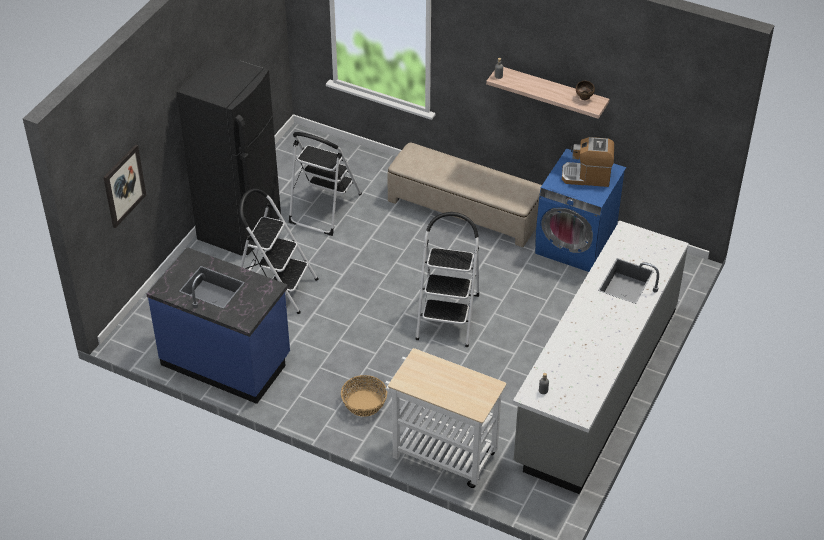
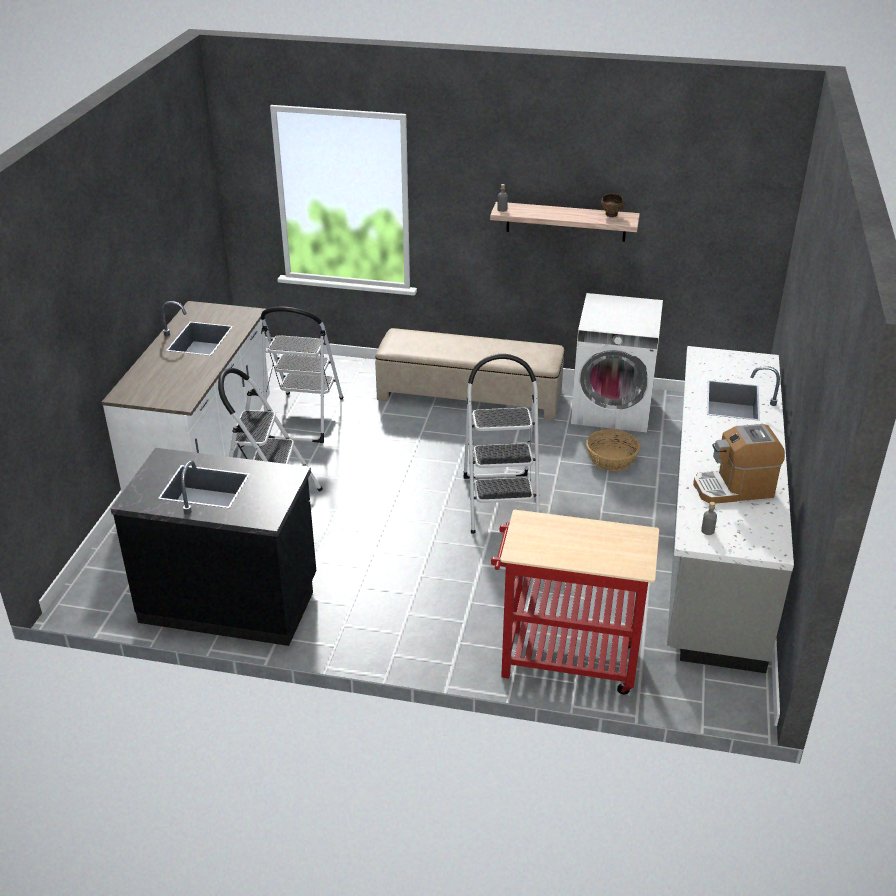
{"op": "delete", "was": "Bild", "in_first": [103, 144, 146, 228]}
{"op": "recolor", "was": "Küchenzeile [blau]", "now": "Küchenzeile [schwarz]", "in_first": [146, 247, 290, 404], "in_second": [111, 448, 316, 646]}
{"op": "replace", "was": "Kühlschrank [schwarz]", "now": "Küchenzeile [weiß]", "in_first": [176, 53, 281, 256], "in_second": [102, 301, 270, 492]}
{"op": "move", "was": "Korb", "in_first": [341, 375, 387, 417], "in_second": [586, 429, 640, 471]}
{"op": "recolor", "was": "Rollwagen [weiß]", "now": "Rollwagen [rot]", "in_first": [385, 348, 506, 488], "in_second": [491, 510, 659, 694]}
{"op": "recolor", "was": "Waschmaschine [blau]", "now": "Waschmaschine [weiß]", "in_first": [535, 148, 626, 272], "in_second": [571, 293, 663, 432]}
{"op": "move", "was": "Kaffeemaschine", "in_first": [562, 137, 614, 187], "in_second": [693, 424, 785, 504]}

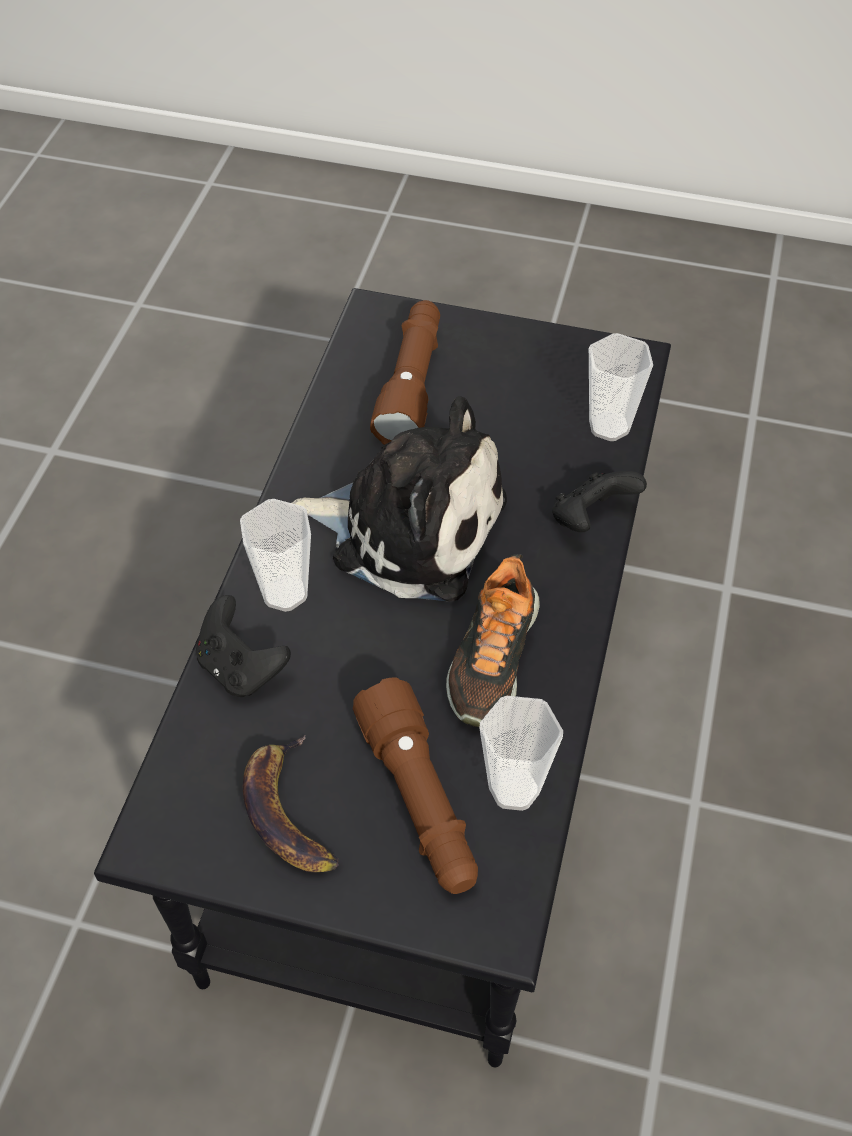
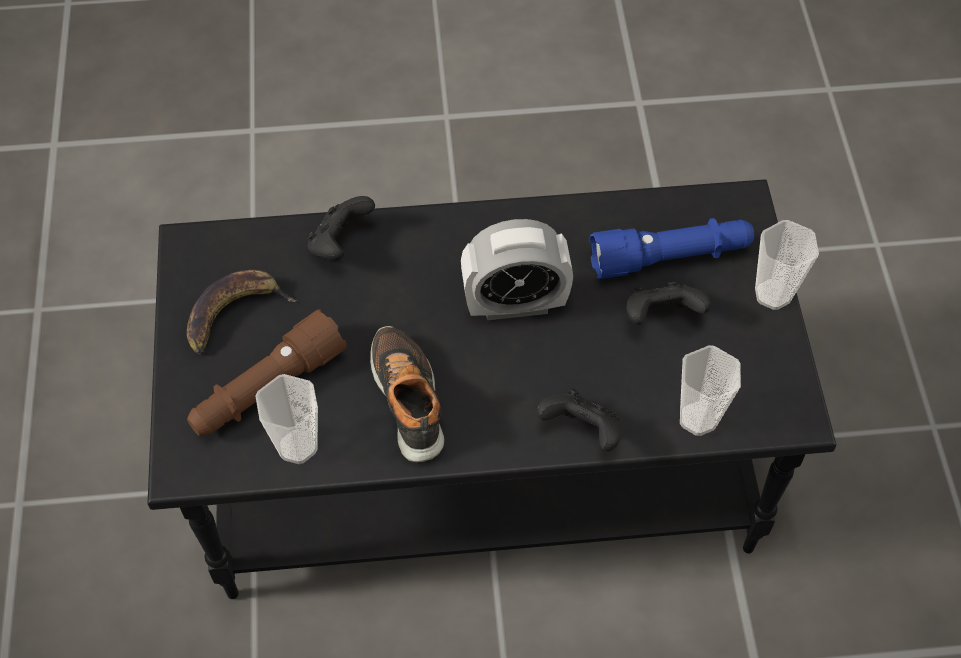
{"op": "move", "was": "Tasse", "in_first": [240, 499, 311, 612], "in_second": [755, 220, 819, 310]}
{"op": "replace", "was": "Plüschtier", "now": "Wecker", "in_first": [292, 396, 507, 602], "in_second": [461, 219, 573, 320]}
{"op": "recolor", "was": "Taschenlampe [braun]", "now": "Taschenlampe [blau]", "in_first": [370, 300, 440, 445], "in_second": [589, 218, 754, 279]}
{"op": "rotate", "was": "Schuh", "in_first": [446, 554, 540, 727], "in_second": [370, 326, 444, 462], "clockwise": 75}
{"op": "insert", "now": "Gamepad [schwarz]", "in_second": [627, 282, 711, 325]}

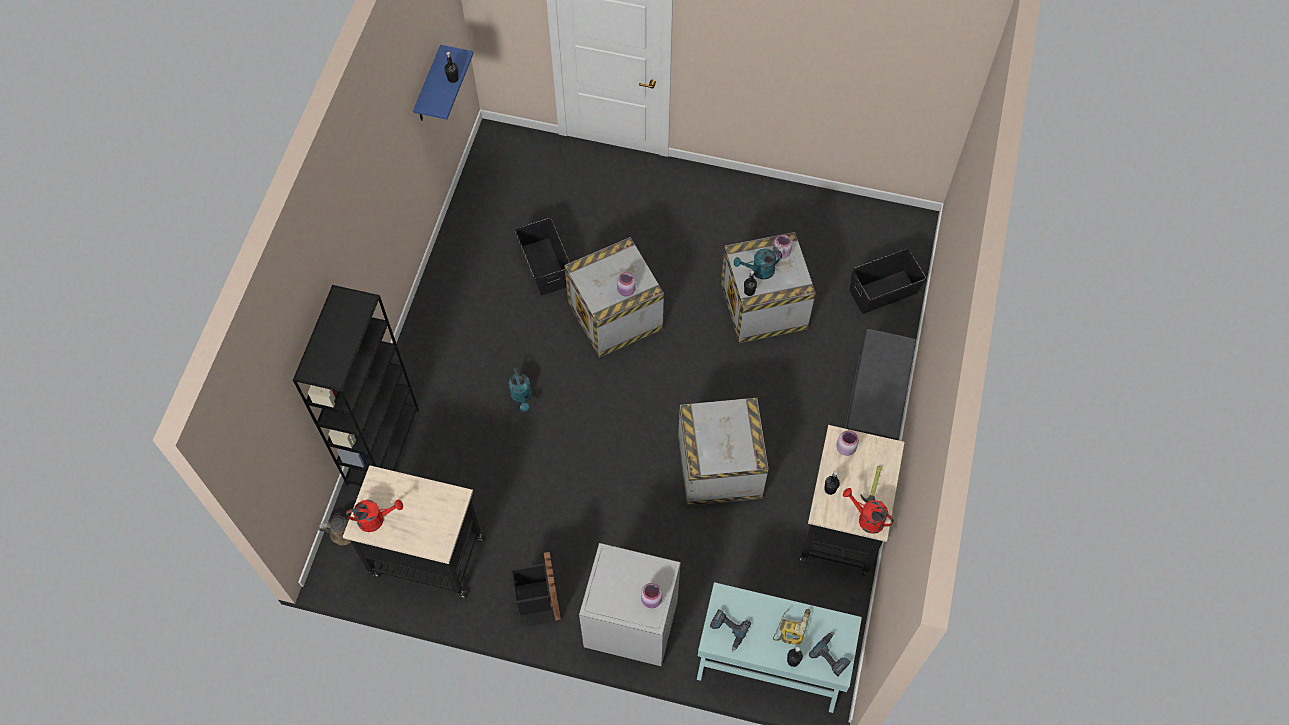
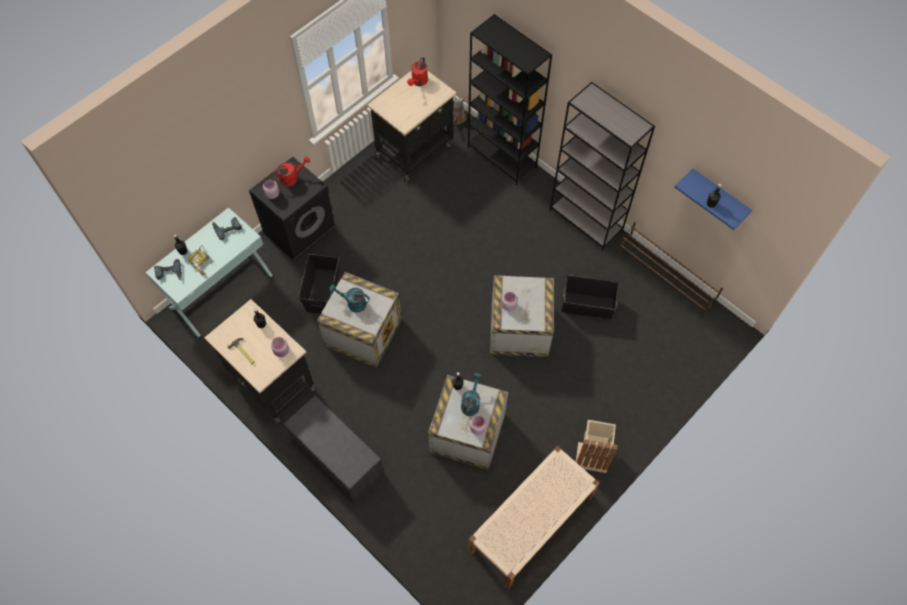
{"op": "move", "was": "Gießkanne [türkis]", "in_first": [508, 368, 532, 412], "in_second": [329, 285, 370, 312]}
{"op": "delete", "was": "Mülleimer [schwarz]", "in_first": [510, 552, 561, 626]}
{"op": "recolor", "was": "Waschmaschine [weiß]", "now": "Waschmaschine [schwarz]", "in_first": [579, 543, 681, 666], "in_second": [249, 157, 335, 261]}
{"op": "move", "was": "Gießkanne [rot]", "in_first": [843, 488, 894, 534], "in_second": [273, 156, 310, 187]}
{"op": "move", "was": "Aufbewahrungsbox [schwarz]", "in_first": [850, 248, 926, 314], "in_second": [299, 254, 339, 313]}
{"op": "insert", "now": "Bank [beige]", "in_second": [468, 446, 599, 589]}
{"op": "insert", "now": "Bücherregal [grau]", "in_second": [550, 82, 655, 252]}
{"op": "insert", "now": "Mülleimer [beige]", "in_second": [576, 420, 618, 473]}
{"op": "insert", "now": "Schuhregal [braun]", "in_second": [616, 222, 723, 317]}

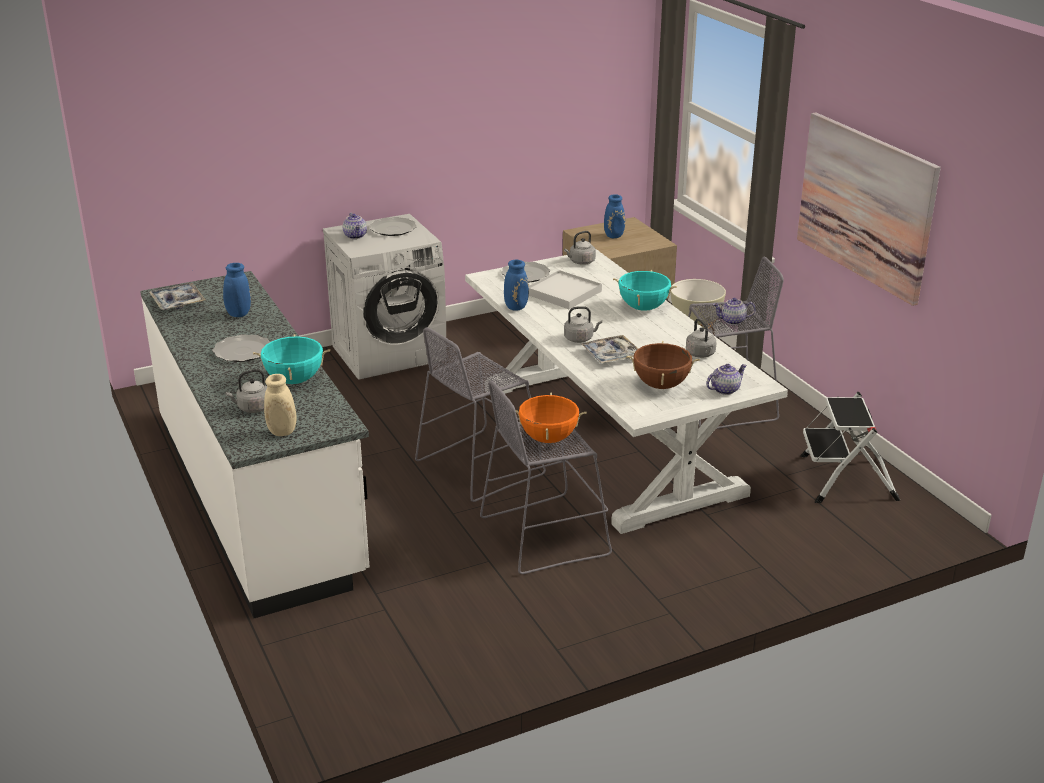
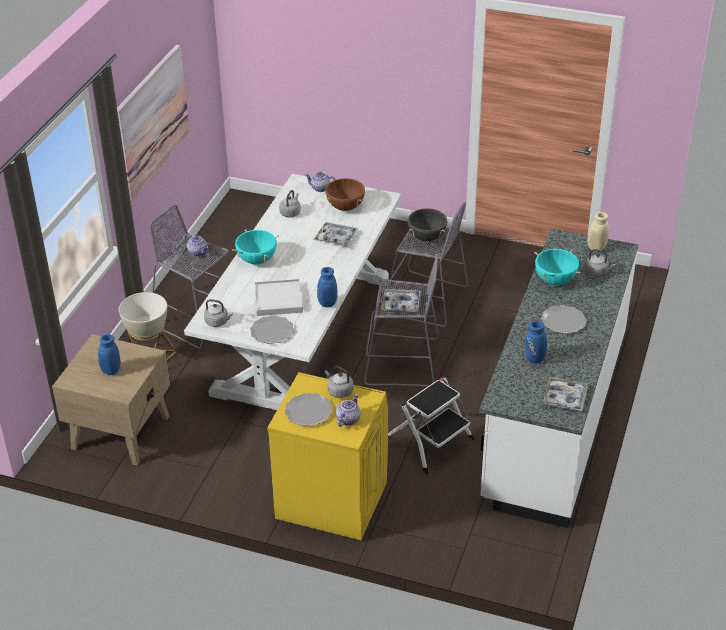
{"op": "recolor", "was": "Waschmaschine [weiß]", "now": "Waschmaschine [gelb]", "in_first": [323, 214, 446, 379], "in_second": [267, 372, 388, 540]}
{"op": "recolor", "was": "Kochtopf [orange]", "now": "Kochtopf [schwarz]", "in_first": [515, 393, 587, 443], "in_second": [407, 208, 447, 241]}
{"op": "move", "was": "Wasserkessel [grau]", "in_first": [564, 306, 602, 343], "in_second": [325, 366, 353, 398]}
{"op": "move", "was": "Trittleiter", "in_first": [800, 392, 900, 503], "in_second": [388, 376, 475, 475]}
{"op": "insert", "now": "Tablett", "in_second": [381, 289, 421, 312]}

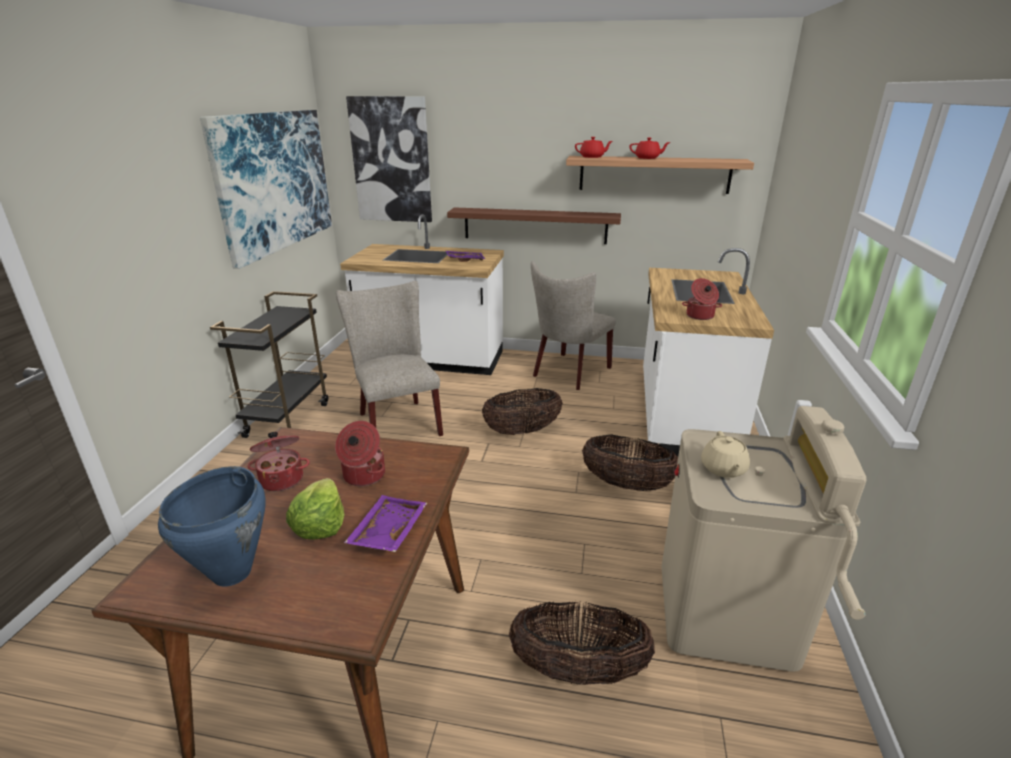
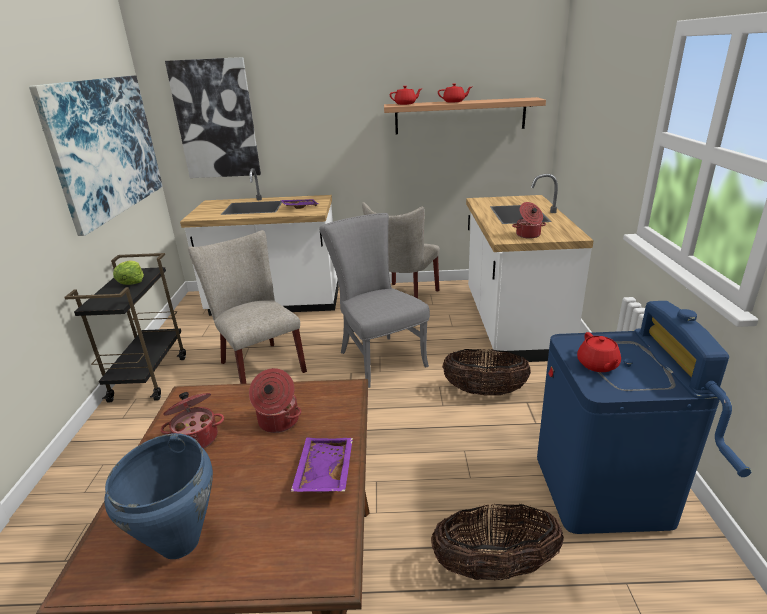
{"op": "move", "was": "Salatkopf", "in_first": [286, 478, 344, 540], "in_second": [113, 260, 144, 285]}
{"op": "delete", "was": "Wandregal [braun]", "in_first": [447, 207, 621, 244]}
{"op": "replace", "was": "Korb", "now": "Stuhl [grau]", "in_first": [482, 388, 563, 435], "in_second": [319, 213, 430, 388]}
{"op": "recolor", "was": "Waschmaschine [beige]", "now": "Waschmaschine [blau]", "in_first": [662, 406, 866, 672], "in_second": [537, 301, 751, 534]}
{"op": "recolor", "was": "Teekanne [beige]", "now": "Teekanne [rot]", "in_first": [701, 431, 750, 478], "in_second": [577, 332, 621, 372]}

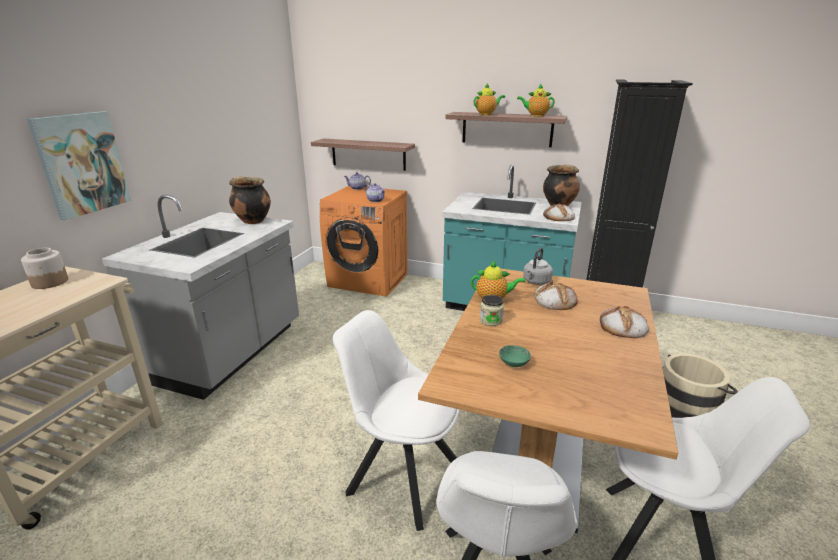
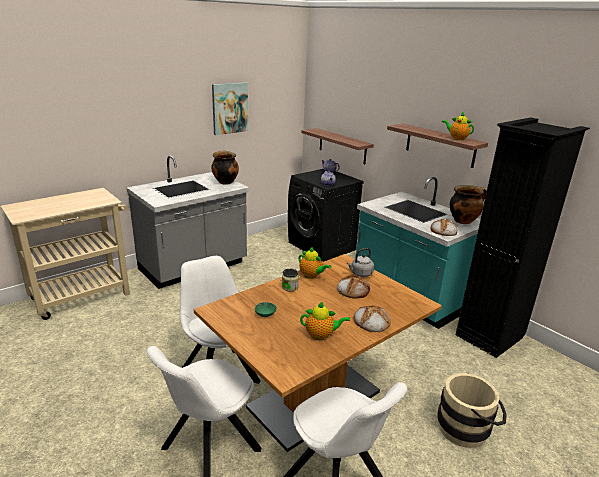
{"op": "delete", "was": "Vorratsglas", "in_first": [21, 248, 68, 289]}
{"op": "move", "was": "Bild", "in_first": [27, 111, 131, 220], "in_second": [212, 82, 248, 135]}
{"op": "recolor", "was": "Waschmaschine [orange]", "now": "Waschmaschine [schwarz]", "in_first": [320, 186, 408, 297], "in_second": [288, 169, 364, 262]}
{"op": "move", "was": "Teekanne", "in_first": [474, 83, 505, 115], "in_second": [300, 302, 350, 340]}

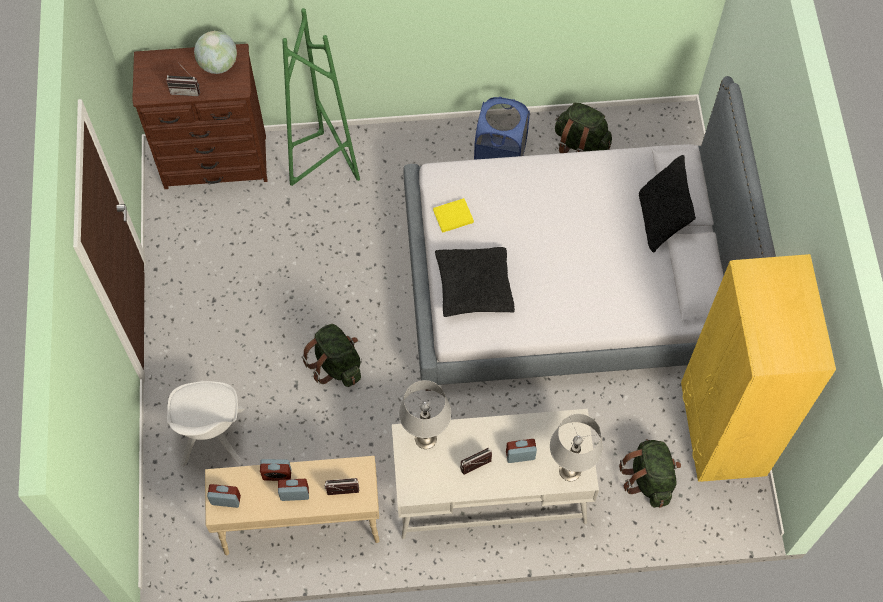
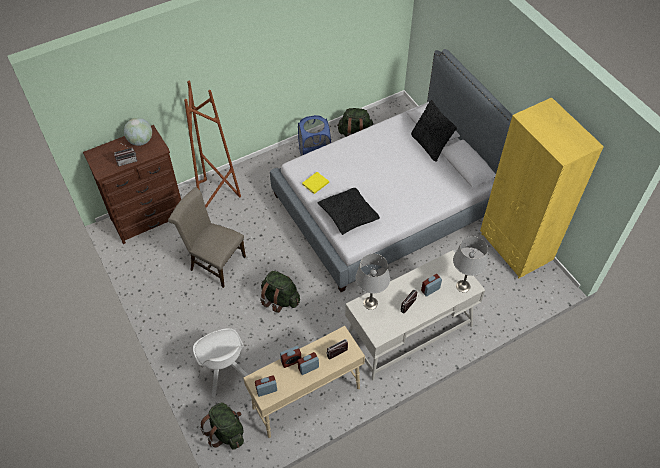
{"op": "recolor", "was": "Kleiderständer [grün]", "now": "Kleiderständer [braun]", "in_first": [282, 8, 360, 186], "in_second": [184, 81, 241, 208]}
{"op": "move", "was": "Rucksack [grün]", "in_first": [619, 439, 681, 508], "in_second": [200, 402, 244, 450]}
{"op": "insert", "now": "Stuhl [beige]", "in_second": [168, 187, 246, 288]}

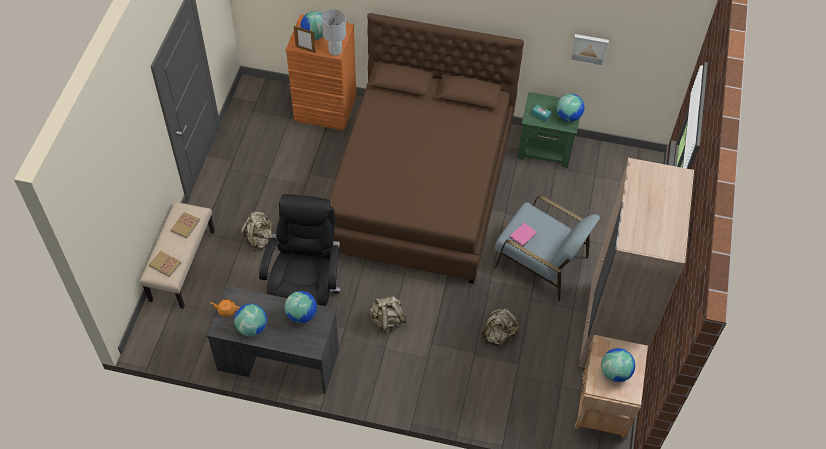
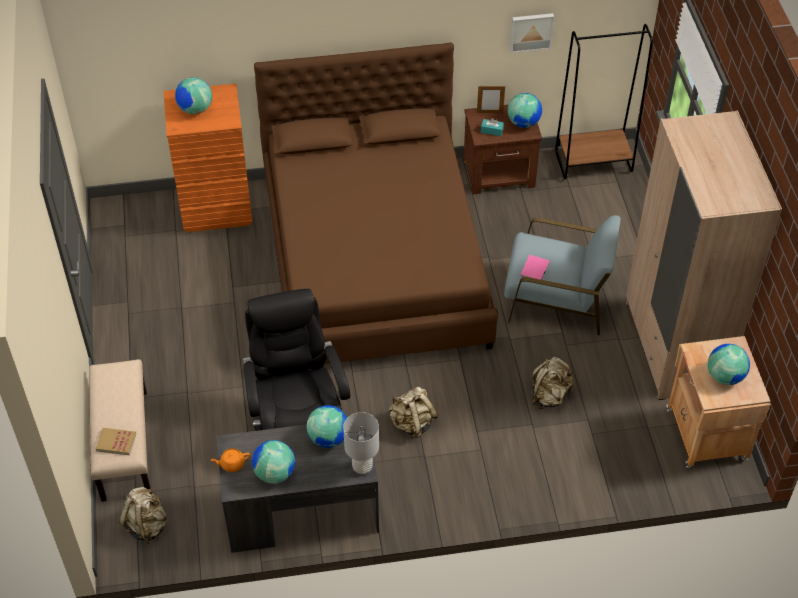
{"op": "delete", "was": "Buch", "in_first": [171, 212, 200, 238]}
{"op": "move", "was": "Rucksack [beige]", "in_first": [241, 212, 273, 252], "in_second": [119, 487, 167, 544]}
{"op": "move", "was": "Bilderrahmen", "in_first": [294, 26, 316, 53], "in_second": [477, 86, 505, 113]}
{"op": "move", "was": "Tischlampe [grau]", "in_first": [322, 9, 346, 56], "in_second": [343, 412, 379, 474]}
{"op": "recolor", "was": "Nachttisch [grün]", "now": "Nachttisch [braun]", "in_first": [518, 92, 580, 168], "in_second": [464, 104, 542, 194]}
{"op": "insert", "now": "Kleiderständer", "in_second": [555, 24, 653, 179]}

